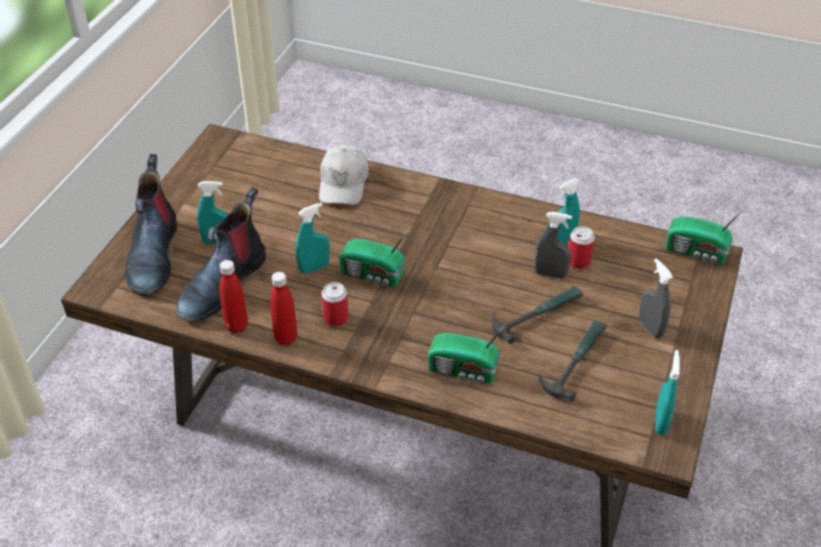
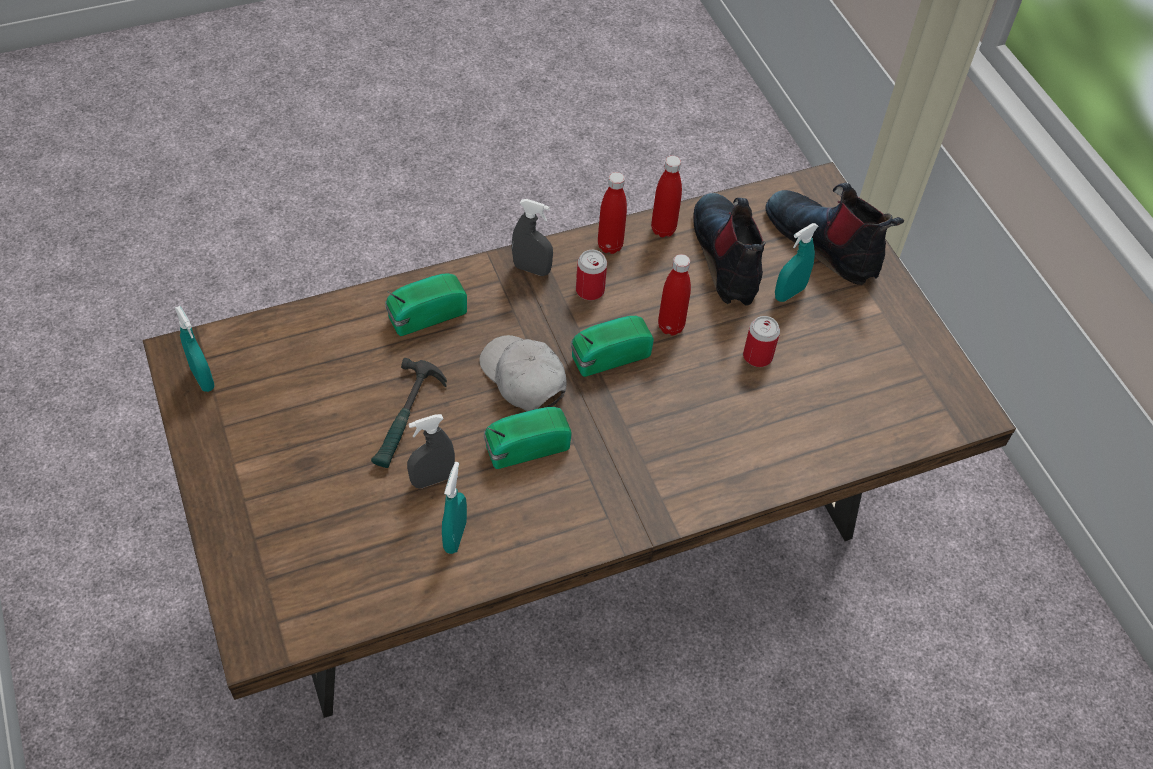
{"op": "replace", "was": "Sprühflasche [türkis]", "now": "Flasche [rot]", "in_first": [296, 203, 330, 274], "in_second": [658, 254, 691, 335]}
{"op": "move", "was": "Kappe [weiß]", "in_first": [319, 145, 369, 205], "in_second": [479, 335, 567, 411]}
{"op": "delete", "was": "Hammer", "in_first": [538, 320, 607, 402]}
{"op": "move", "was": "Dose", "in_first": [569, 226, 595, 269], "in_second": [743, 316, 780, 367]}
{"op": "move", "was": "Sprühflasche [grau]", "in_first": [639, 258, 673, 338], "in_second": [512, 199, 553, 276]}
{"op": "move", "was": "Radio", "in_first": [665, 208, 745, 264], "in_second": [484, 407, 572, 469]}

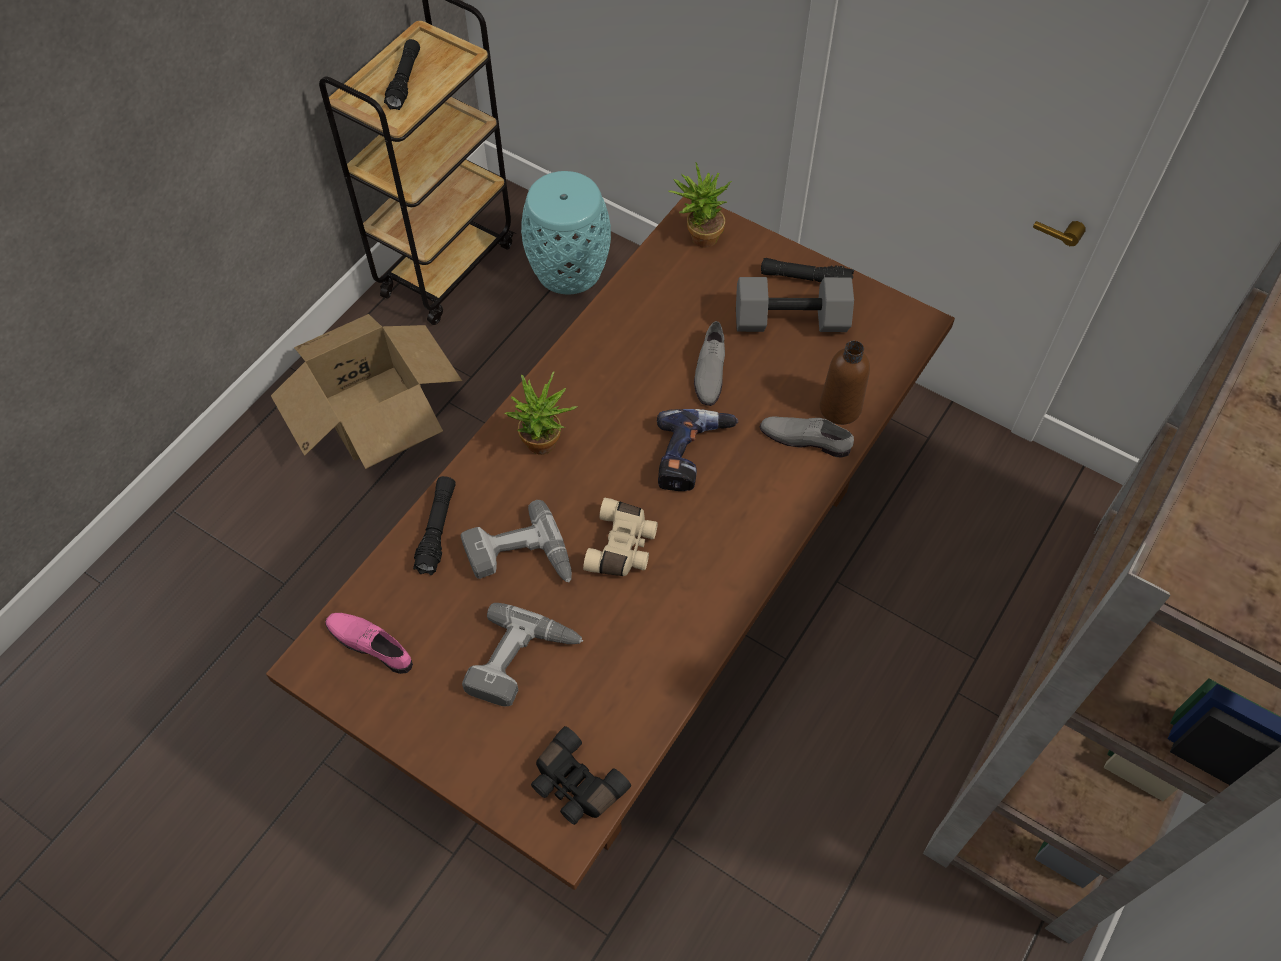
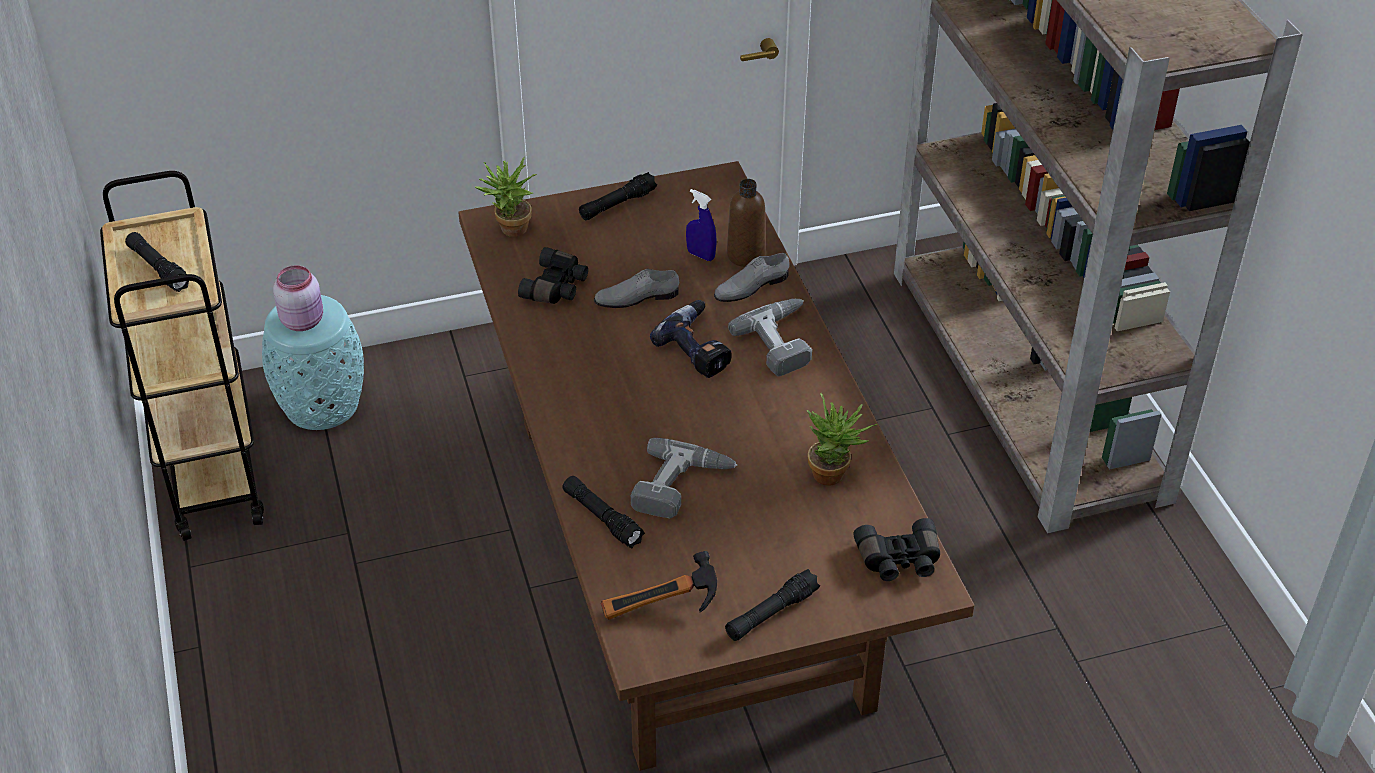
{"op": "delete", "was": "Karton", "in_first": [271, 314, 462, 469]}
{"op": "replace", "was": "Schuh [rosa]", "now": "Hammer", "in_first": [325, 613, 413, 674], "in_second": [601, 551, 717, 619]}
{"op": "move", "was": "Bohrmaschine", "in_first": [462, 603, 583, 706], "in_second": [728, 299, 812, 377]}
{"op": "move", "was": "Topfpflanze", "in_first": [505, 371, 577, 455], "in_second": [807, 393, 877, 486]}
{"op": "delete", "was": "Fernglas [beige]", "in_first": [583, 498, 658, 576]}
{"op": "rotate", "was": "Schuh [grau]", "in_first": [694, 321, 725, 406], "in_second": [594, 269, 680, 308], "clockwise": 120}
{"op": "delete", "was": "Hantel [grau]", "in_first": [736, 277, 854, 332]}
{"op": "insert", "now": "Vorratsglas [rosa]", "in_second": [273, 265, 323, 331]}
{"op": "insert", "now": "Fernglas [schwarz]", "in_second": [518, 247, 588, 304]}
{"op": "insert", "now": "Sprühflasche [blau]", "in_second": [686, 189, 717, 261]}
{"op": "insert", "now": "Taschenlampe [schwarz]", "in_second": [725, 569, 820, 641]}

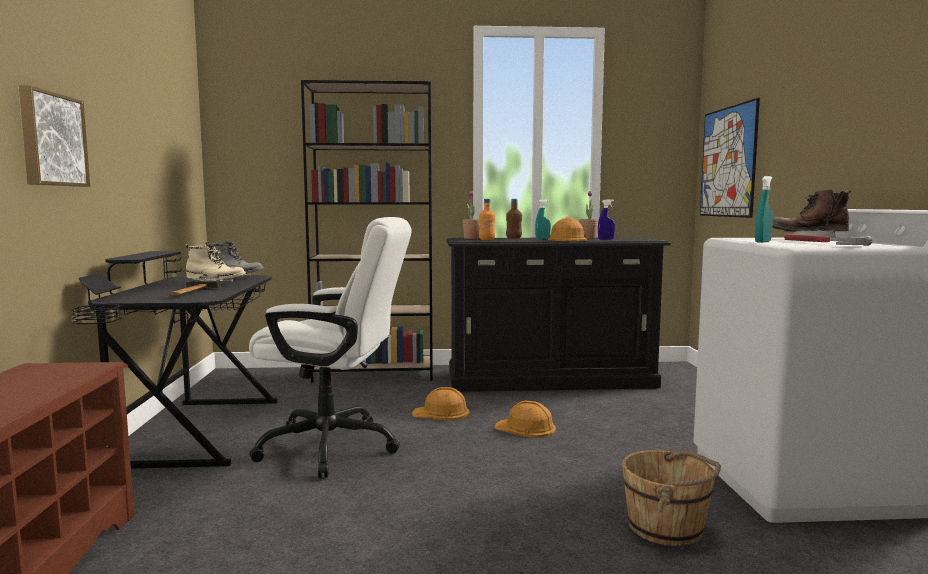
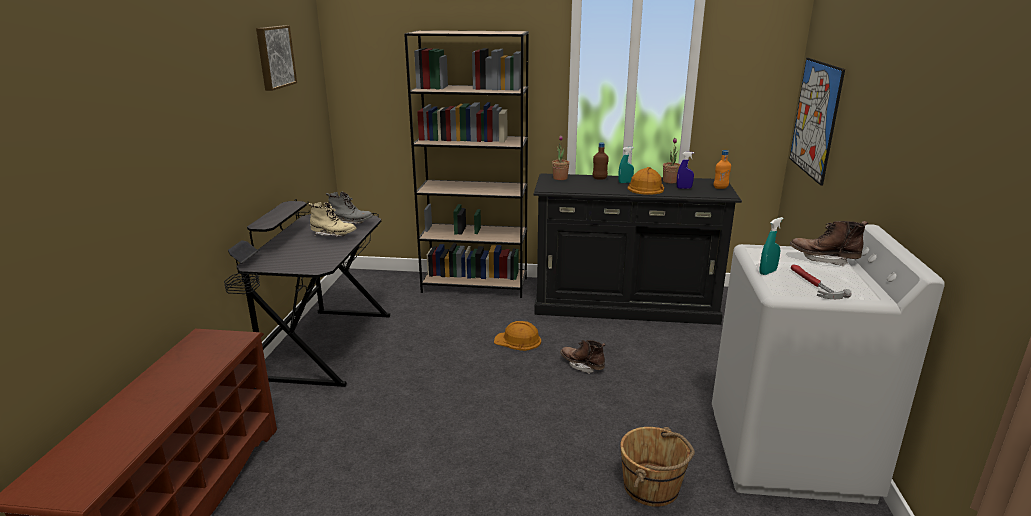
{"op": "move", "was": "Bild", "in_first": [18, 85, 90, 187], "in_second": [256, 25, 297, 91]}
{"op": "delete", "was": "Hammer", "in_first": [167, 281, 221, 296]}
{"op": "delete", "was": "Bürostuhl [weiß]", "in_first": [249, 217, 412, 478]}
{"op": "move", "was": "Flasche [orange]", "in_first": [479, 199, 495, 240], "in_second": [714, 150, 731, 189]}
{"op": "replace", "was": "Schutzhelm [orange]", "now": "Stiefel [braun]", "in_first": [494, 401, 556, 438], "in_second": [560, 340, 605, 374]}

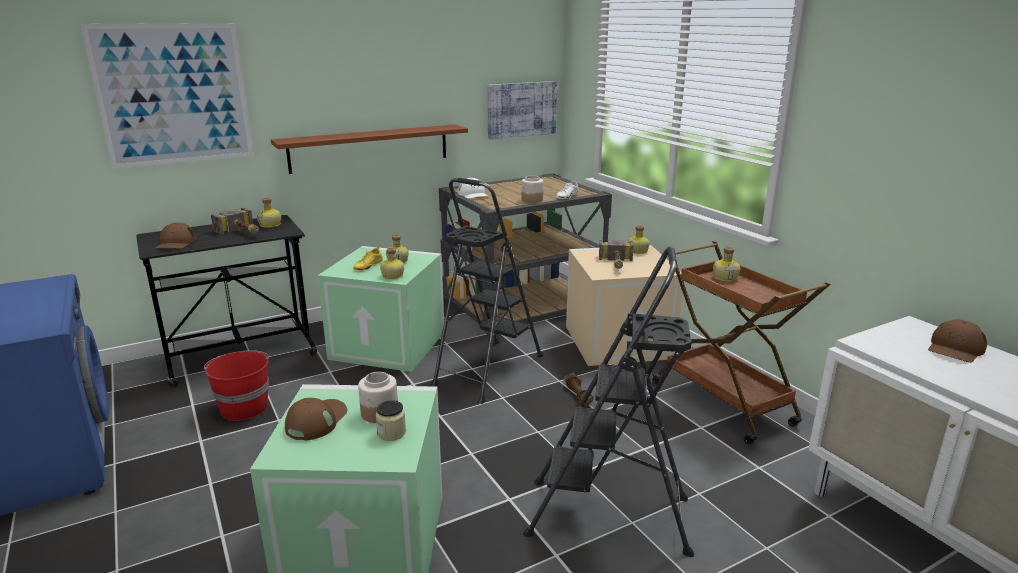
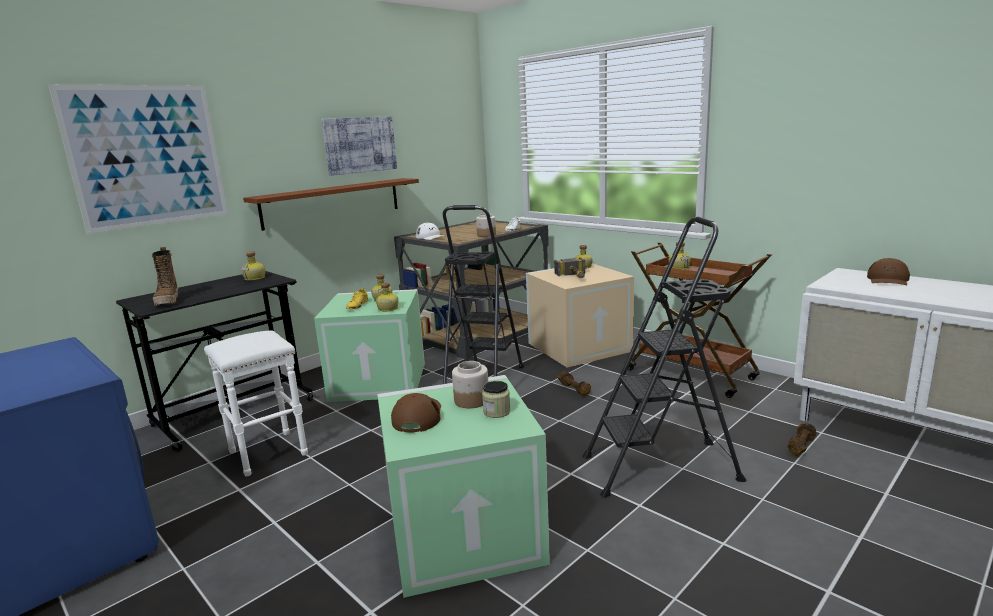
{"op": "replace", "was": "Kappe [braun]", "now": "Stiefel", "in_first": [156, 223, 196, 249], "in_second": [152, 247, 178, 306]}
{"op": "replace", "was": "Eimer [rot]", "now": "Hocker [weiß]", "in_first": [204, 350, 269, 421], "in_second": [204, 331, 308, 477]}
{"op": "delete", "was": "Hammer", "in_first": [211, 208, 259, 234]}
{"op": "move", "was": "Bild", "in_first": [487, 81, 557, 140], "in_second": [322, 116, 397, 176]}
{"op": "insert", "now": "Hantel [braun]", "in_second": [788, 423, 817, 456]}

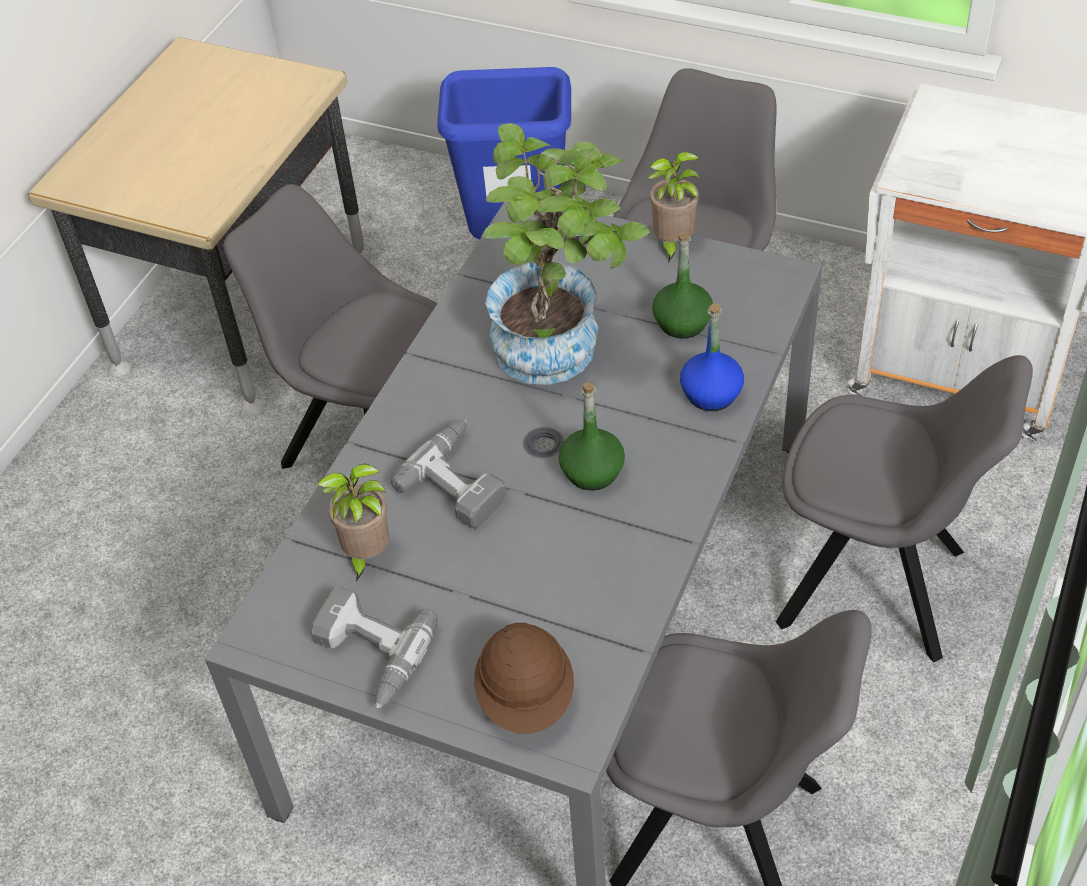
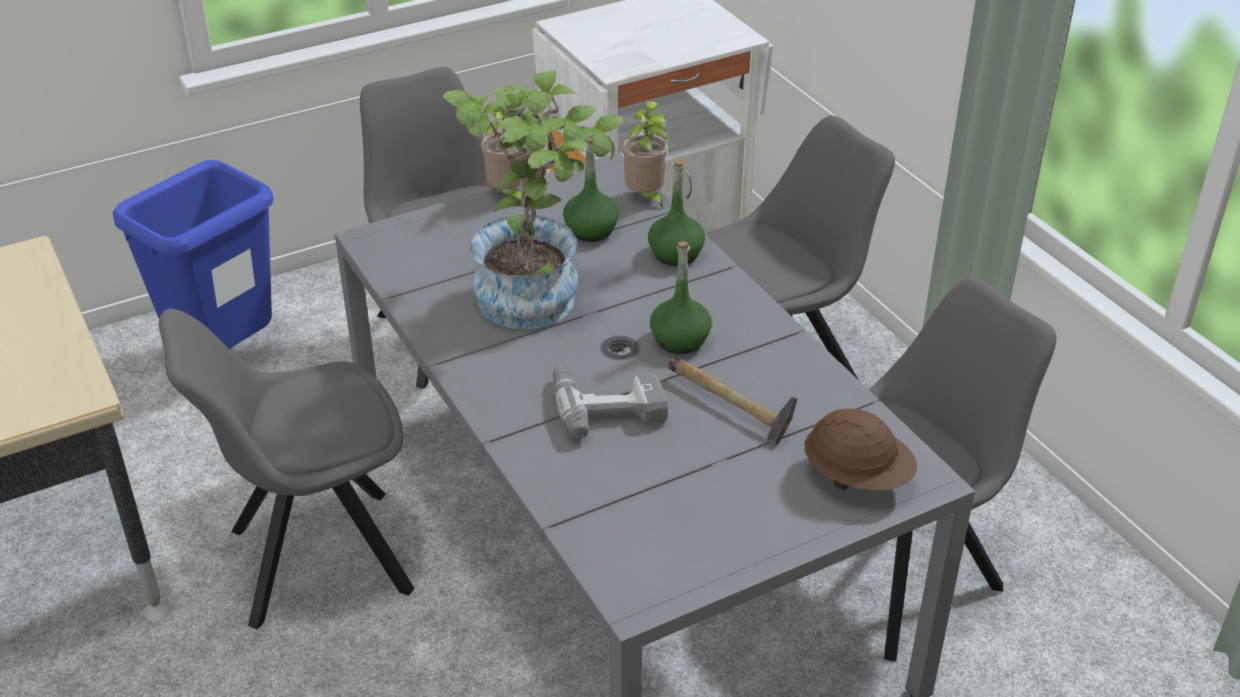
{"op": "delete", "was": "Bohrmaschine", "in_first": [311, 587, 438, 709]}
{"op": "move", "was": "Topfpflanze", "in_first": [317, 463, 389, 581], "in_second": [622, 102, 668, 209]}
{"op": "recolor", "was": "Flasche [blau]", "now": "Flasche [grün]", "in_first": [680, 303, 744, 411], "in_second": [648, 158, 705, 266]}
{"op": "insert", "now": "Hammer", "in_second": [668, 355, 797, 445]}

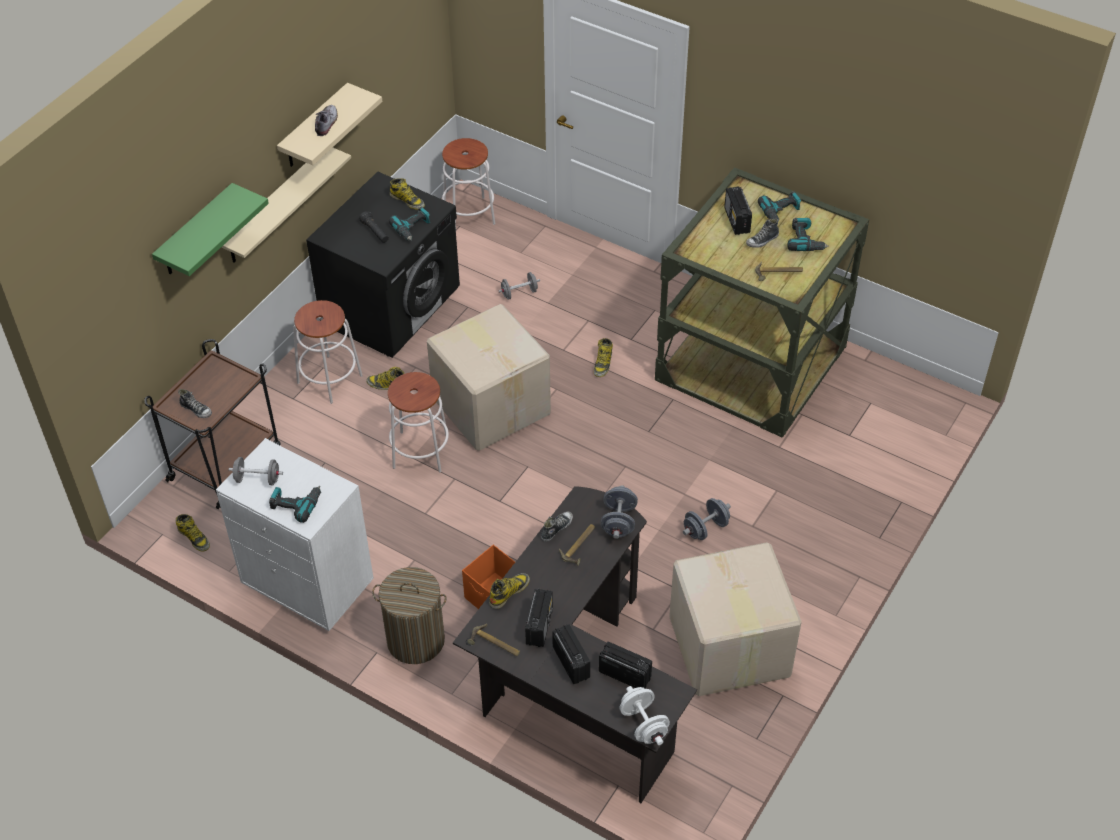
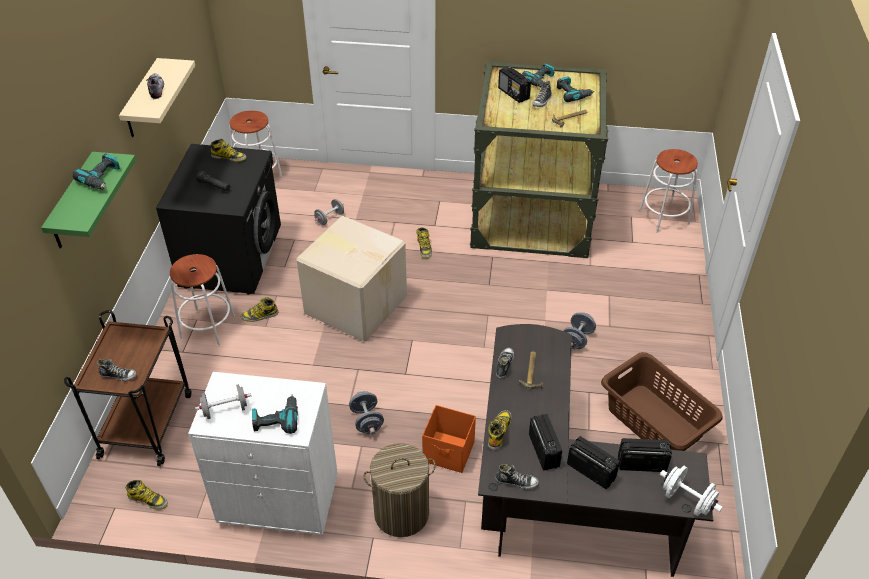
{"op": "delete", "was": "Wandregal [beige]", "in_first": [222, 148, 351, 263]}
{"op": "move", "was": "Hocker [weiß]", "in_first": [388, 372, 449, 472], "in_second": [639, 149, 698, 233]}
{"op": "move", "was": "Bohrmaschine", "in_first": [389, 206, 430, 241], "in_second": [72, 153, 120, 190]}
{"op": "replace", "was": "Hammer", "now": "Schuh", "in_first": [467, 624, 520, 656], "in_second": [495, 464, 539, 490]}
{"op": "move", "was": "Hantel [grau]", "in_first": [600, 485, 638, 539], "in_second": [349, 391, 384, 435]}
{"op": "replace", "was": "Karton", "now": "Wäschekorb [braun]", "in_first": [669, 542, 802, 696], "in_second": [601, 352, 723, 451]}

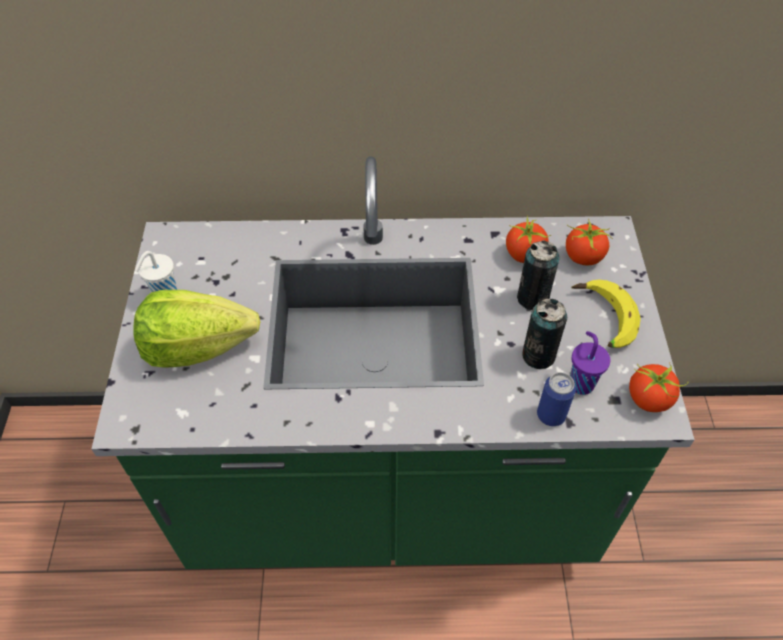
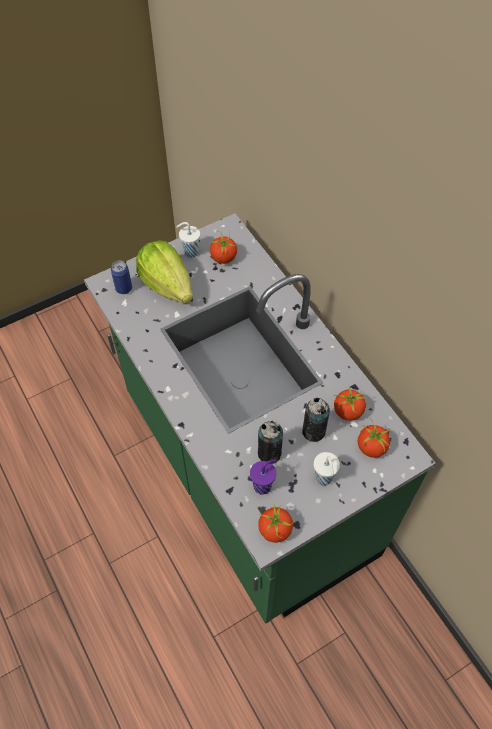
{"op": "move", "was": "Dose", "in_first": [537, 372, 576, 426], "in_second": [111, 261, 132, 294]}
{"op": "replace", "was": "Banane", "now": "Tasse [weiß]", "in_first": [571, 279, 641, 348], "in_second": [314, 452, 340, 486]}
{"op": "insert", "now": "Tomate", "in_second": [210, 231, 237, 264]}

